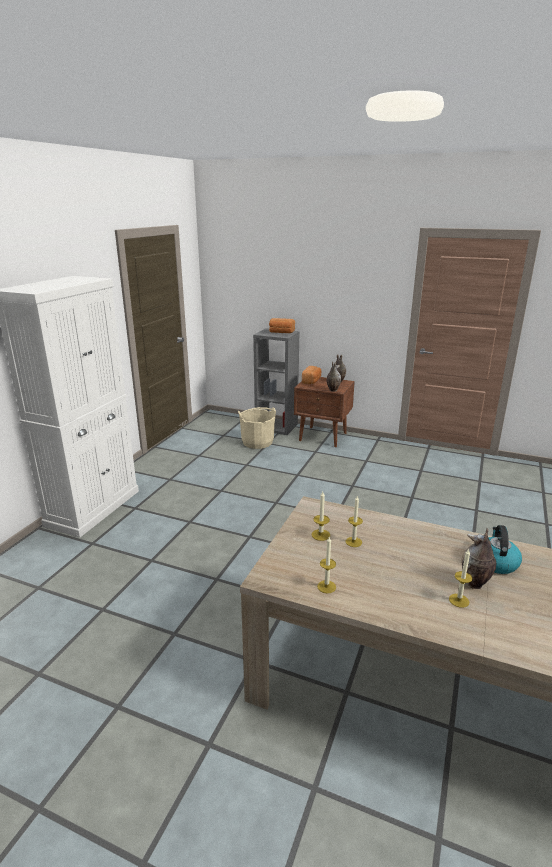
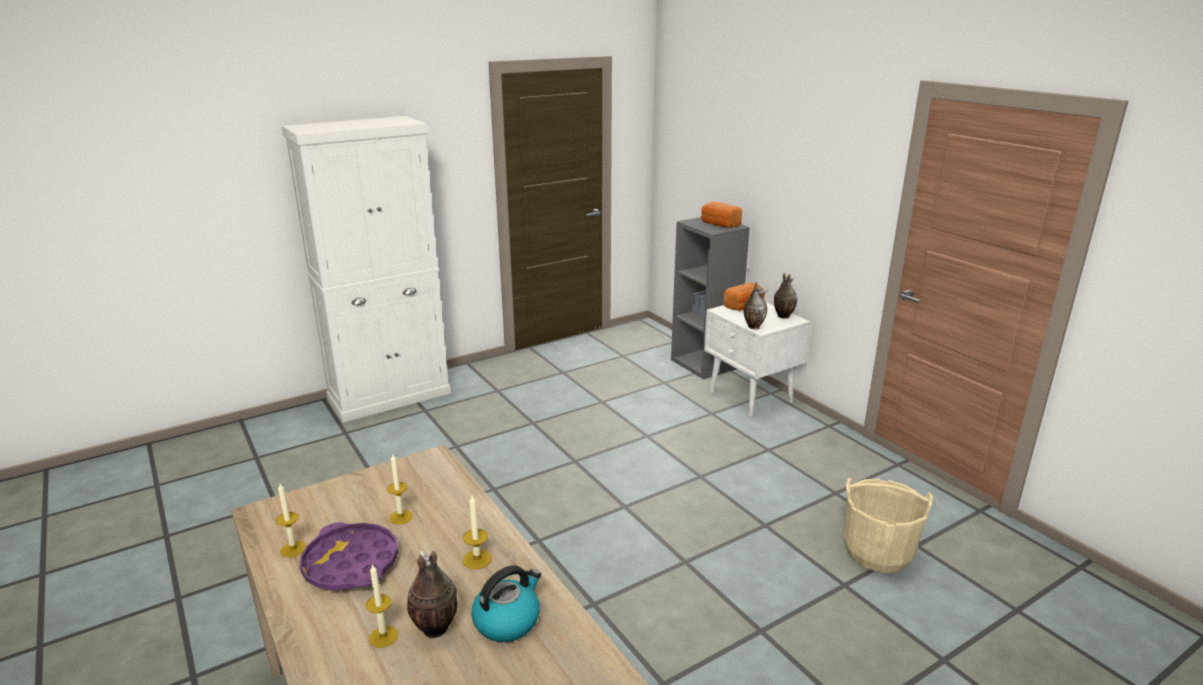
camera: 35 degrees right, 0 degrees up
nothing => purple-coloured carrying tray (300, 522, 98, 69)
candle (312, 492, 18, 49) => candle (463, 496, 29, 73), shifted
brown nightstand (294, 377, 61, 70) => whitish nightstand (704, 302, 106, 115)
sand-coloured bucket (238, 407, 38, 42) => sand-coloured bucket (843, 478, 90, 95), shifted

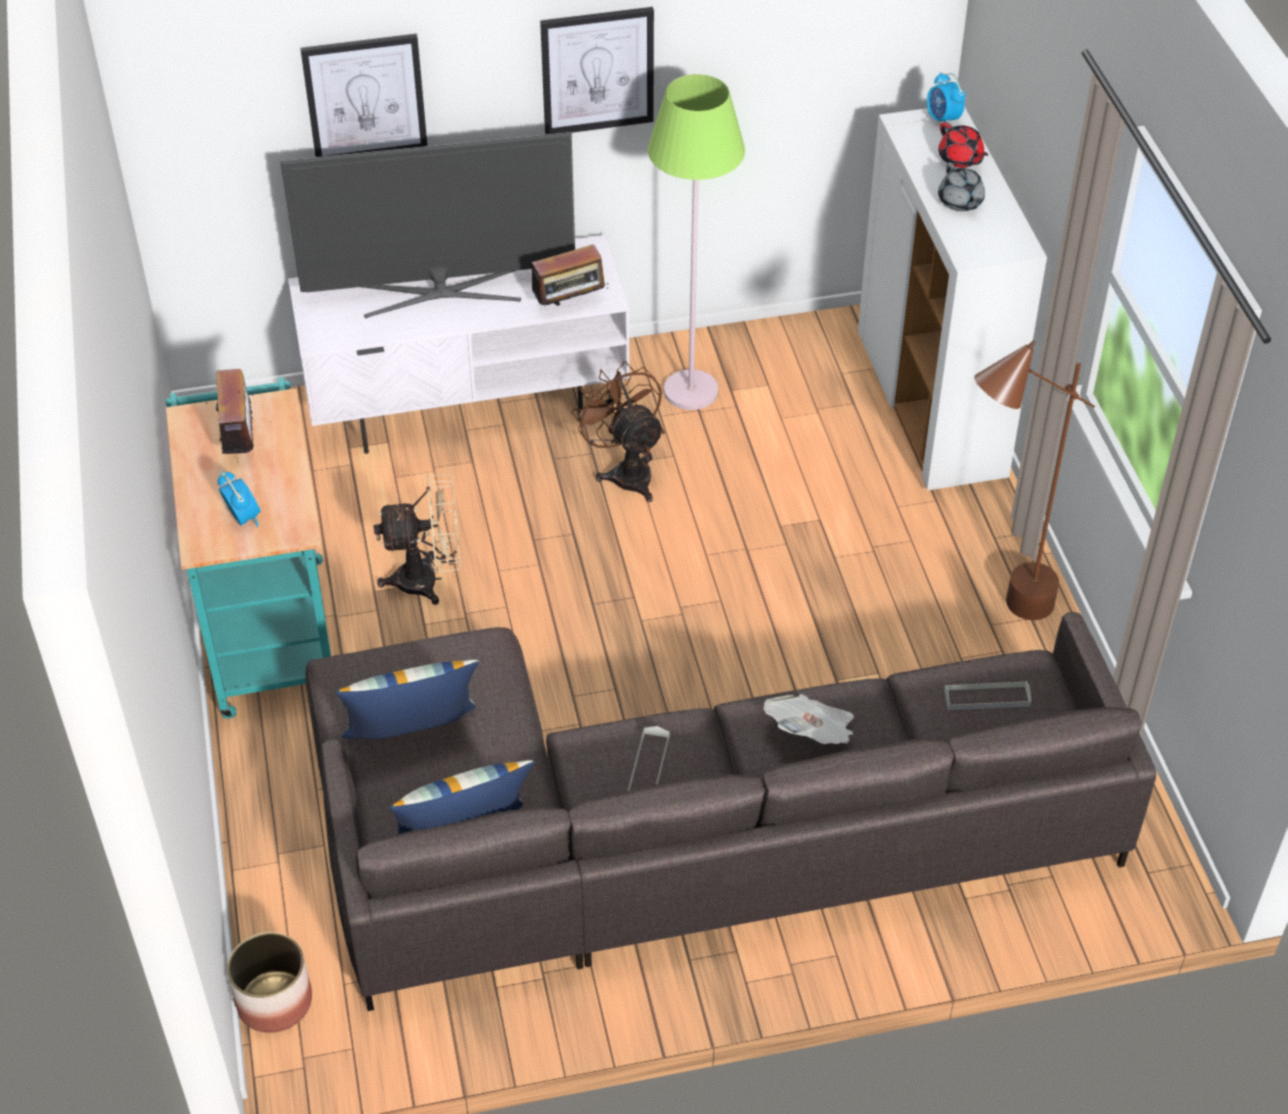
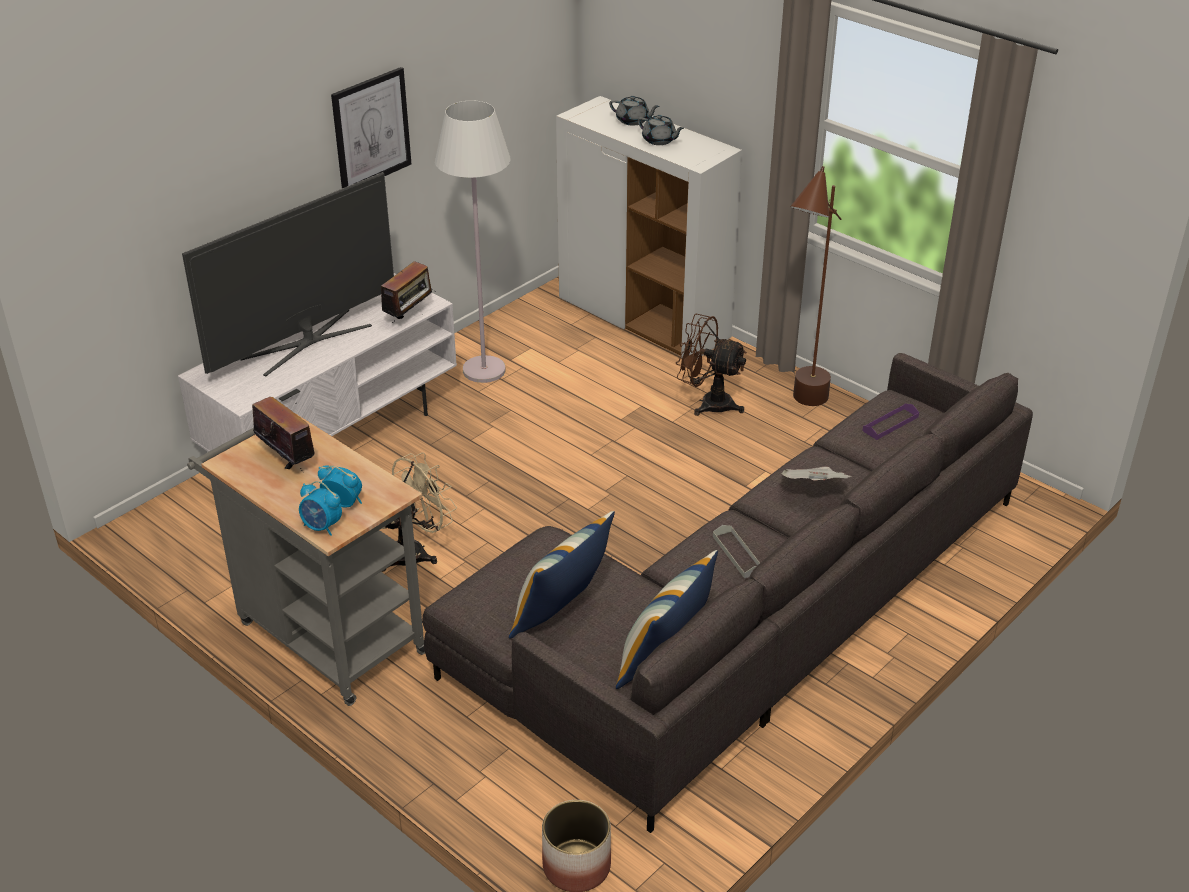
camera: 35 degrees left, 10 degrees down
turquoise-coloured wheeled cart (166, 377, 165, 342) => greyish wheeled cart (187, 413, 238, 293)
bedside clock (927, 72, 39, 57) => bedside clock (299, 481, 43, 55), shifted
greenish standing lamp (648, 74, 97, 336) => whitish standing lamp (435, 100, 75, 283)
red tea pot (938, 122, 50, 46) => greyish tea pot (609, 96, 51, 30)
brown cooling fan (571, 361, 94, 141) => brown cooling fan (676, 314, 71, 102), shifted
greyish carrying tray (944, 681, 88, 29) => purple-coloured carrying tray (862, 404, 57, 36)
wall art (300, 34, 127, 123) => nothing

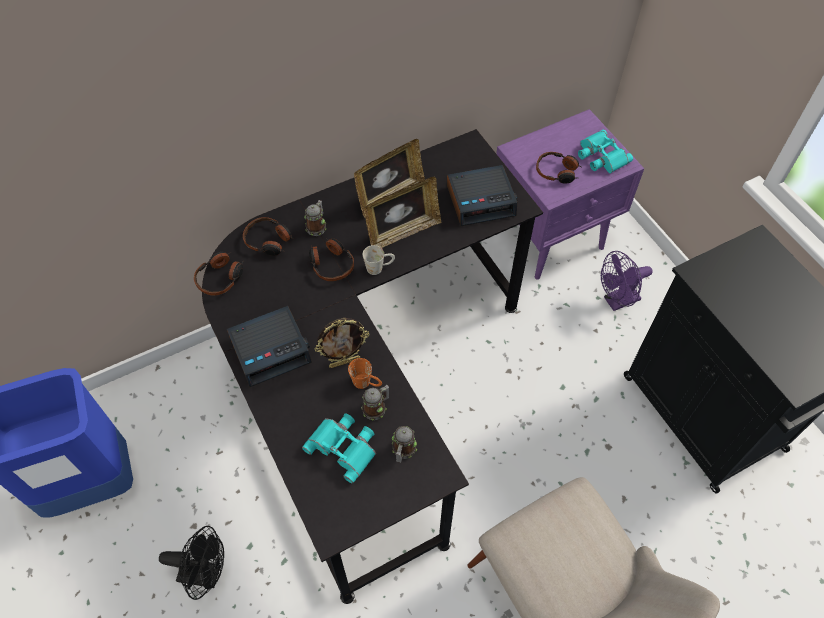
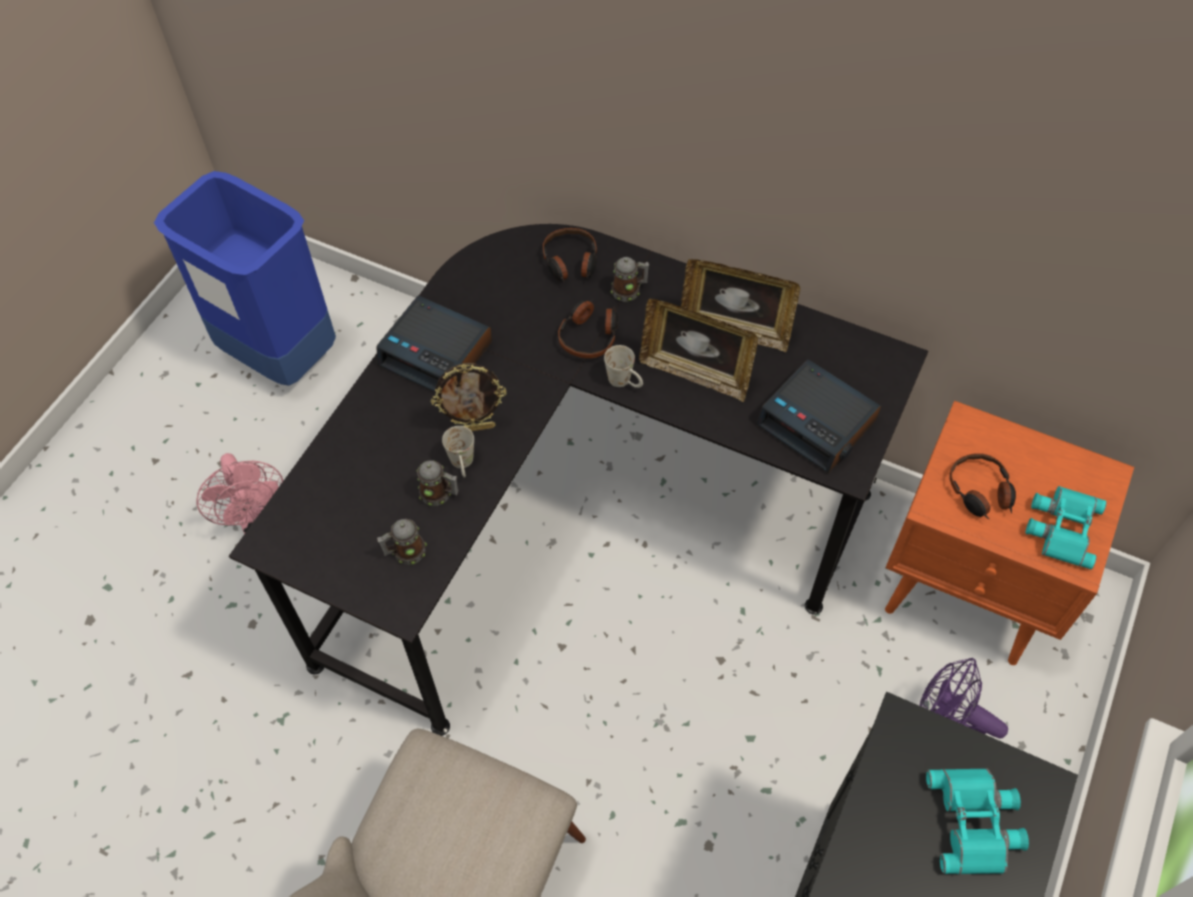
camera: 55 degrees right, 0 degrees up
blackish cooling fan (159, 526, 65, 74) => pink-coloured cooling fan (197, 453, 86, 81)
picture frame (315, 318, 54, 50) => picture frame (431, 363, 76, 68), 45 degrees counterclockwise
orange coffee mug (348, 358, 34, 31) => whitish coffee mug (442, 426, 32, 52)
purple-coloured nightstand (496, 109, 148, 171) => orange nightstand (885, 401, 249, 264)
turquoise-coloured field glasses (302, 414, 74, 70) => turquoise-coloured field glasses (926, 768, 103, 106), shifted
headphones (194, 252, 50, 44) => nothing

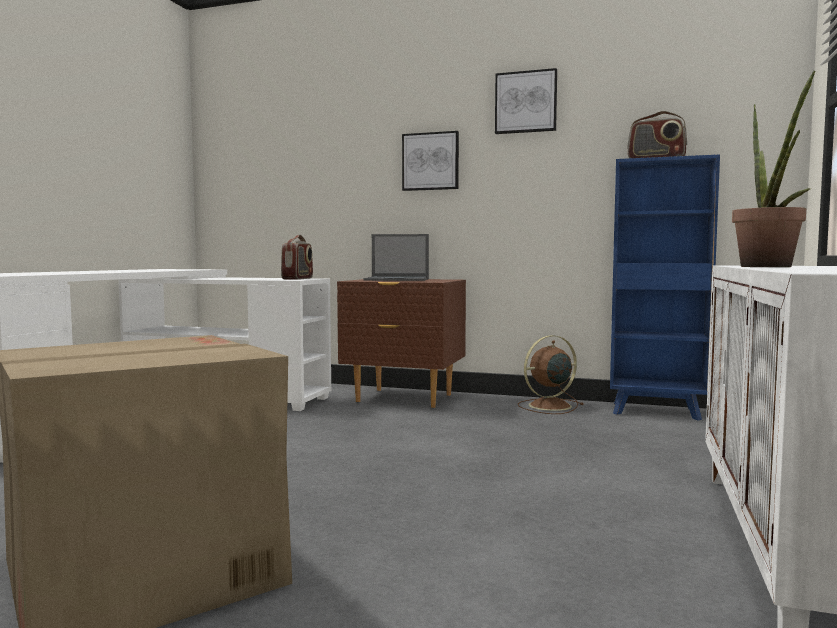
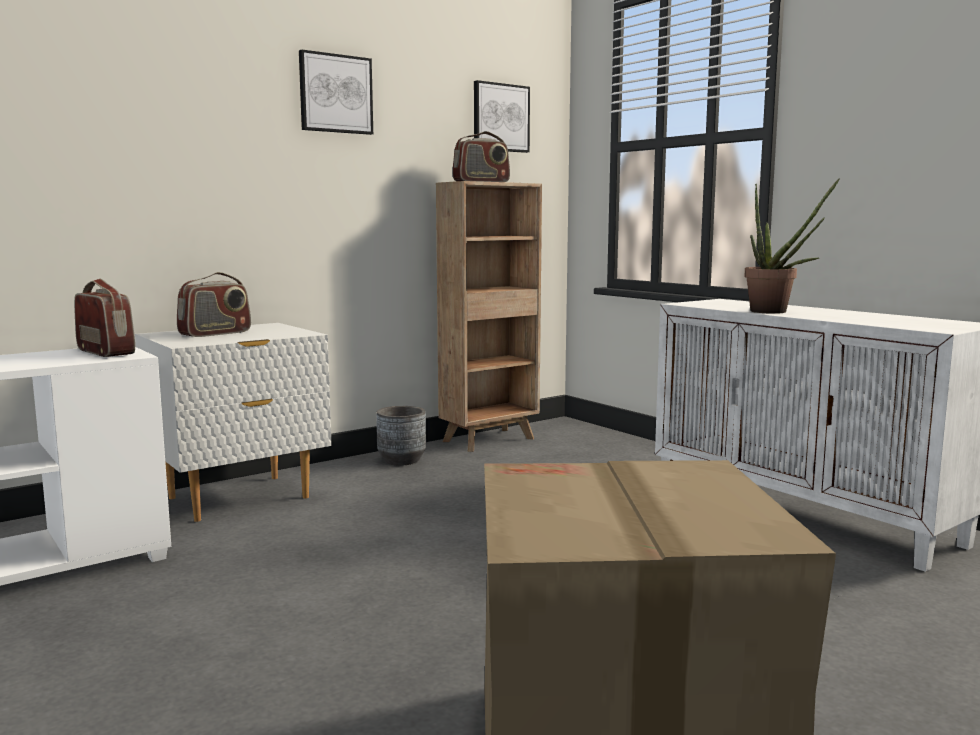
camera: 55 degrees left, 5 degrees up
brown nightstand (337, 279, 129, 129) => whitish nightstand (135, 323, 196, 199)
notebook computer (363, 234, 66, 47) => radio set (177, 272, 74, 65)
brown cooling fan (518, 335, 65, 79) => greyish planter (377, 406, 49, 60)
blue-coloured bookshelf (610, 154, 110, 267) => brown bookshelf (436, 181, 106, 271)
wall art (402, 131, 57, 60) => wall art (474, 80, 56, 73), shifted

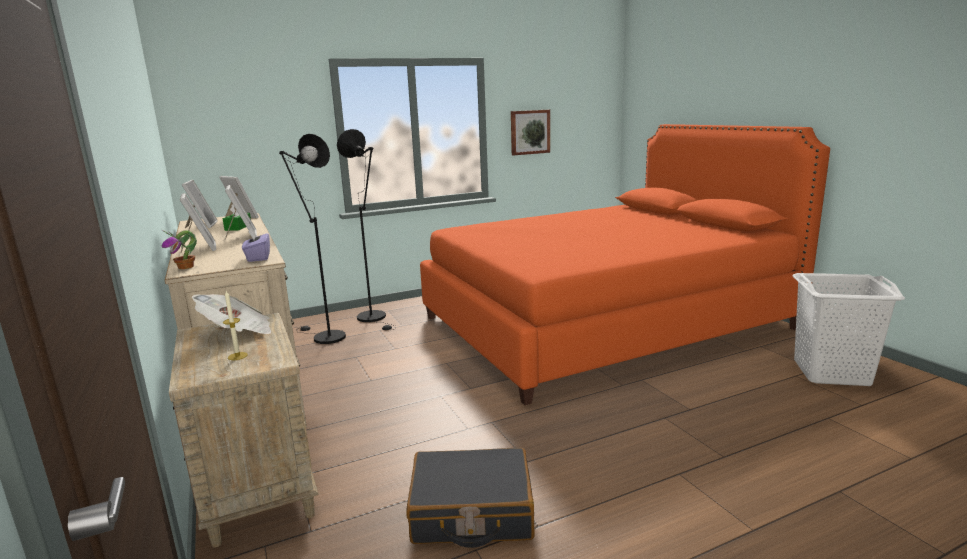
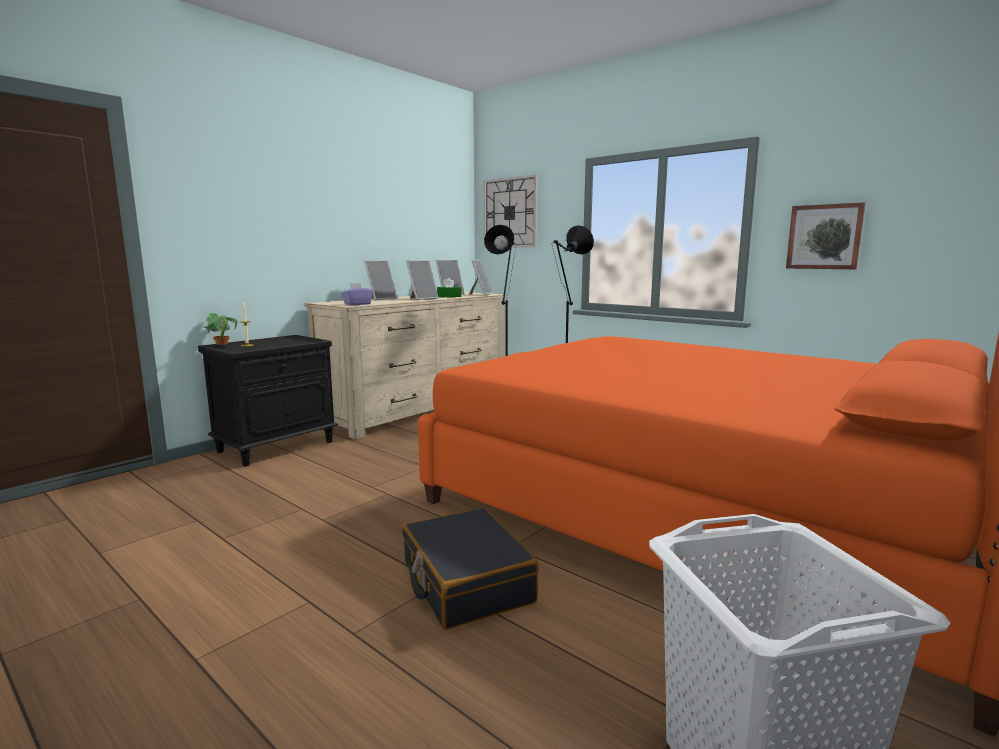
camera: 65 degrees right, 5 degrees down
sand-coloured nightstand (169, 313, 150, 235) => blackish nightstand (198, 335, 140, 131)
houseplant (162, 230, 35, 39) => houseplant (204, 313, 34, 32), shifted
blackish piece of luggage (407, 448, 127, 100) => blackish piece of luggage (403, 508, 136, 121), shifted
nothing => clock on the wall (484, 174, 54, 74)
daily paper (192, 294, 79, 40) => nothing

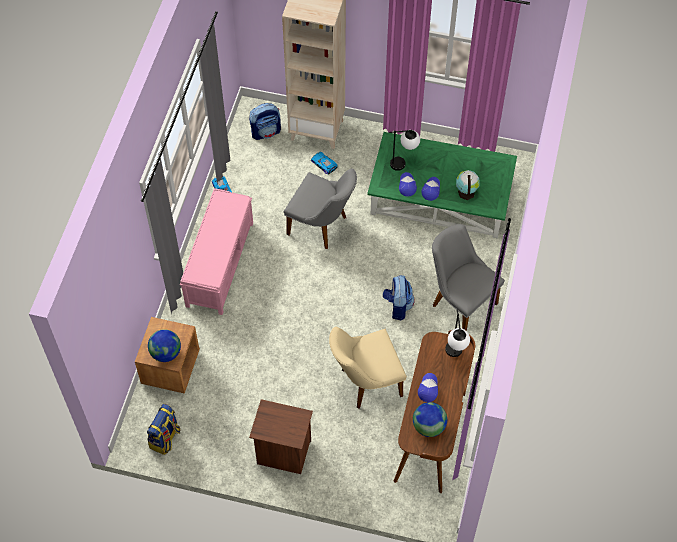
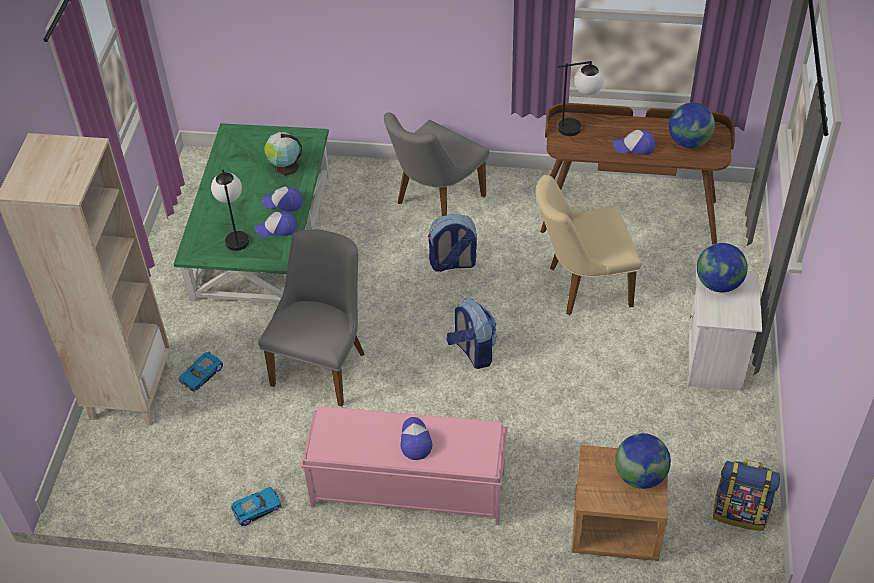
camera: 95 degrees left, 10 degrees down
nothing => peaked cap (401, 417, 31, 43)
rucksack (249, 103, 32, 37) => rucksack (447, 298, 50, 71), shifted
sand-coloured chair (329, 327, 78, 81) => sand-coloured chair (536, 175, 106, 140), 105 degrees clockwise
brown nightstand (249, 399, 64, 75) => whitish nightstand (687, 267, 75, 124)
nothing => desk globe (697, 243, 51, 49)

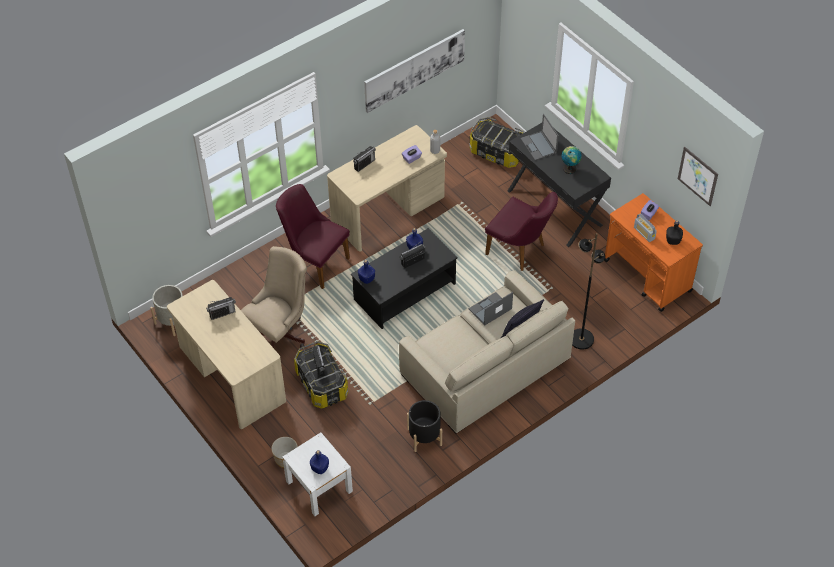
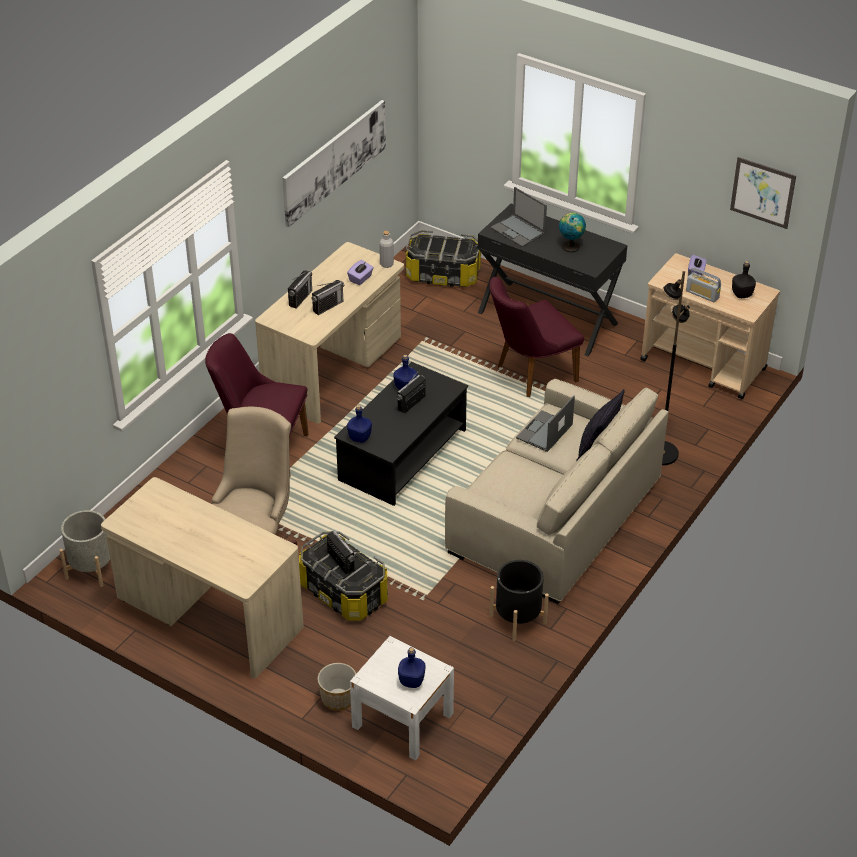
camera: 20 degrees left, 10 degrees down
radio set (206, 297, 30, 23) => radio set (311, 280, 33, 35), shifted
purple-coloured chair (485, 192, 73, 79) => purple-coloured chair (489, 277, 95, 120), 135 degrees clockwise
orange wheeled cart (604, 193, 99, 119) => sand-coloured wheeled cart (640, 253, 140, 146)

